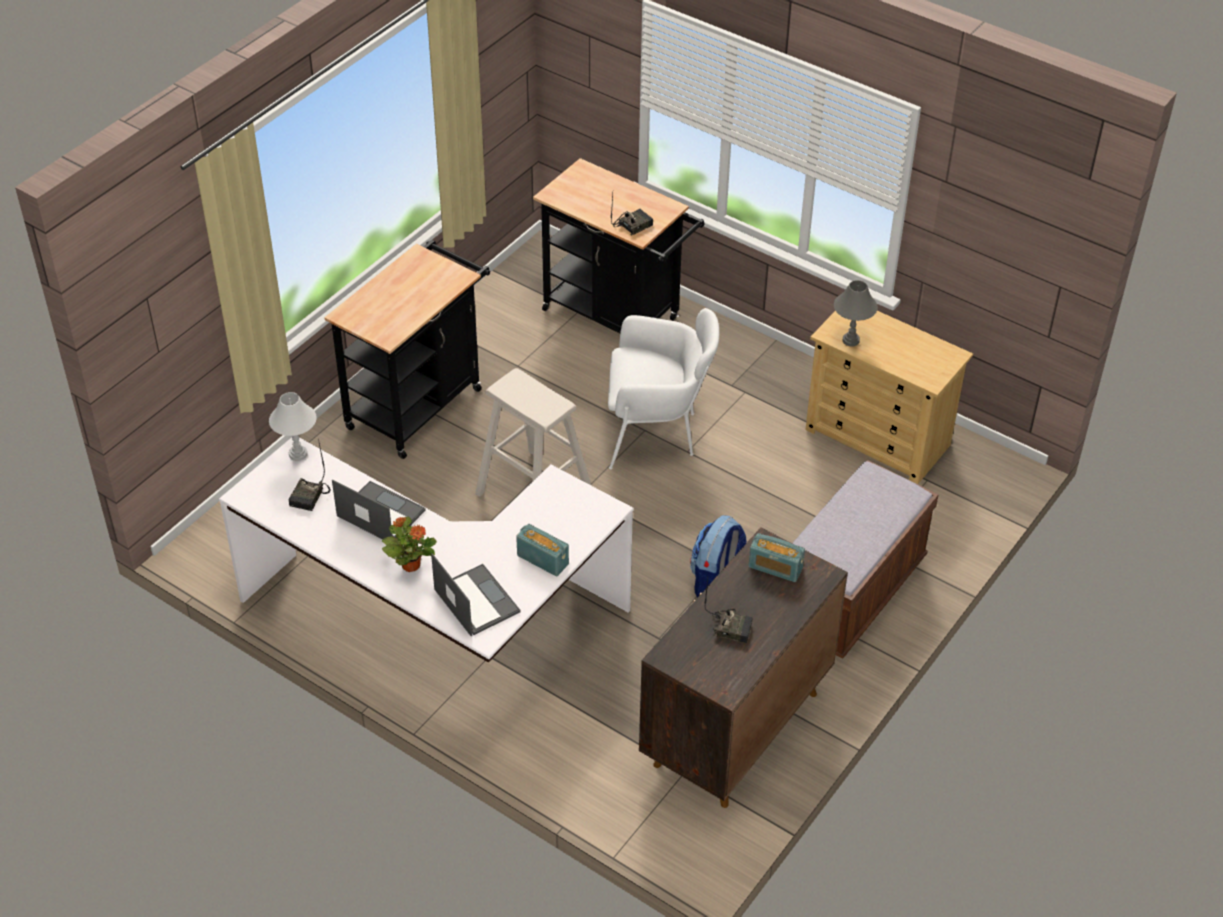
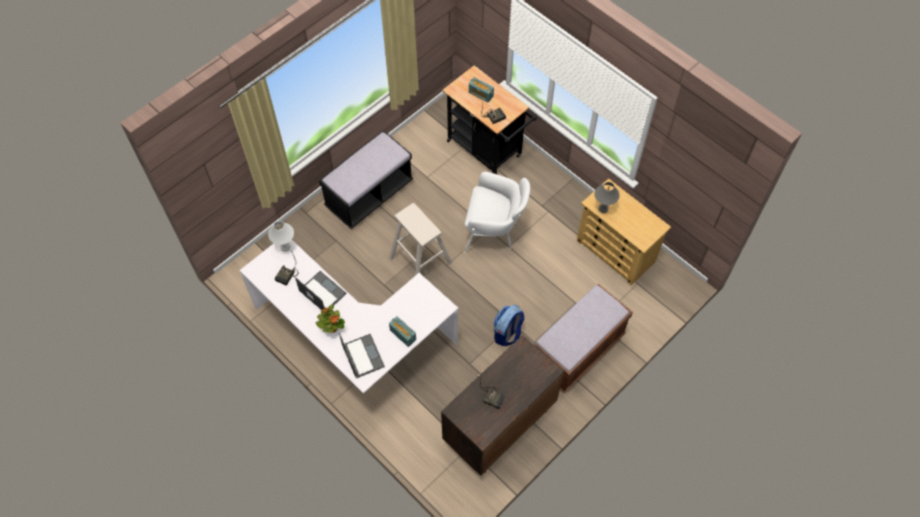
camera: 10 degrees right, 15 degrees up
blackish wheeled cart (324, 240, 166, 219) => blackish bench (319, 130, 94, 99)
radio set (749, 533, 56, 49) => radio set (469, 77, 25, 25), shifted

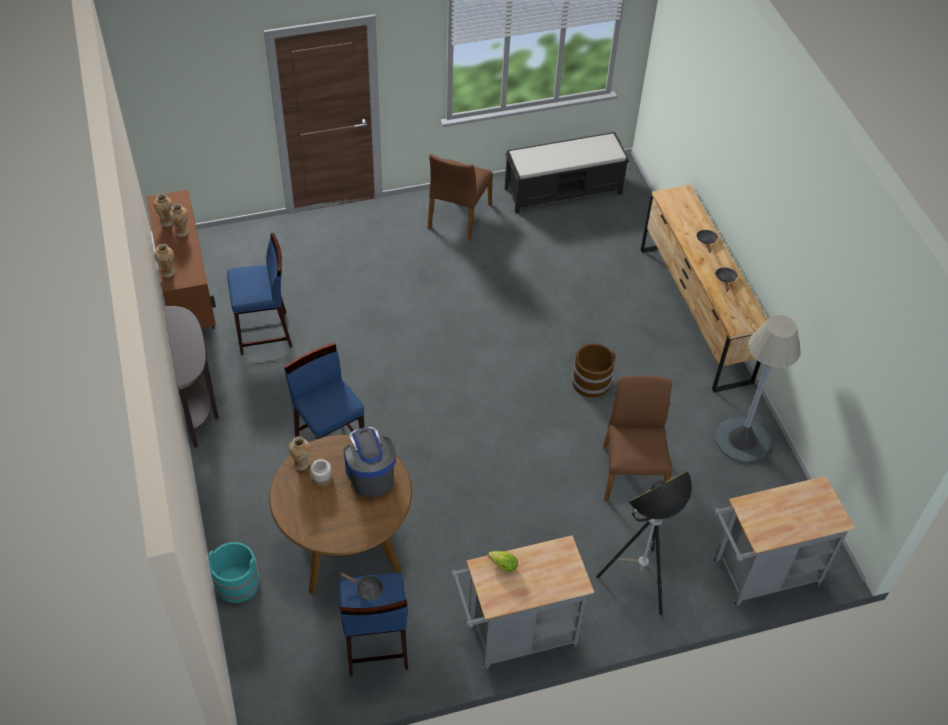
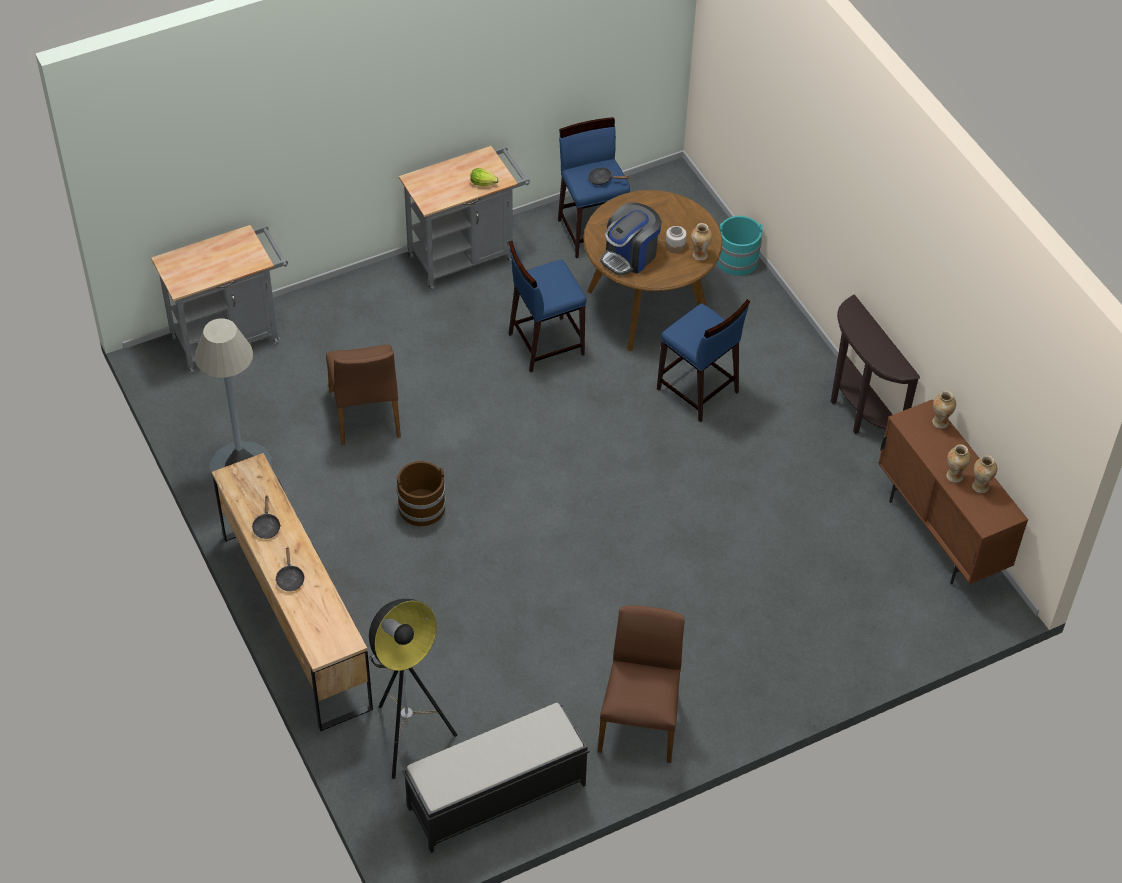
camera: 170 degrees right, 0 degrees up
standing lamp (596, 471, 96, 144) => standing lamp (369, 599, 88, 180), shifted
blue-coloured stool (227, 233, 65, 122) => blue-coloured stool (509, 241, 78, 132), shifted
coffee machine (344, 427, 52, 70) => coffee machine (600, 202, 62, 74), 75 degrees clockwise

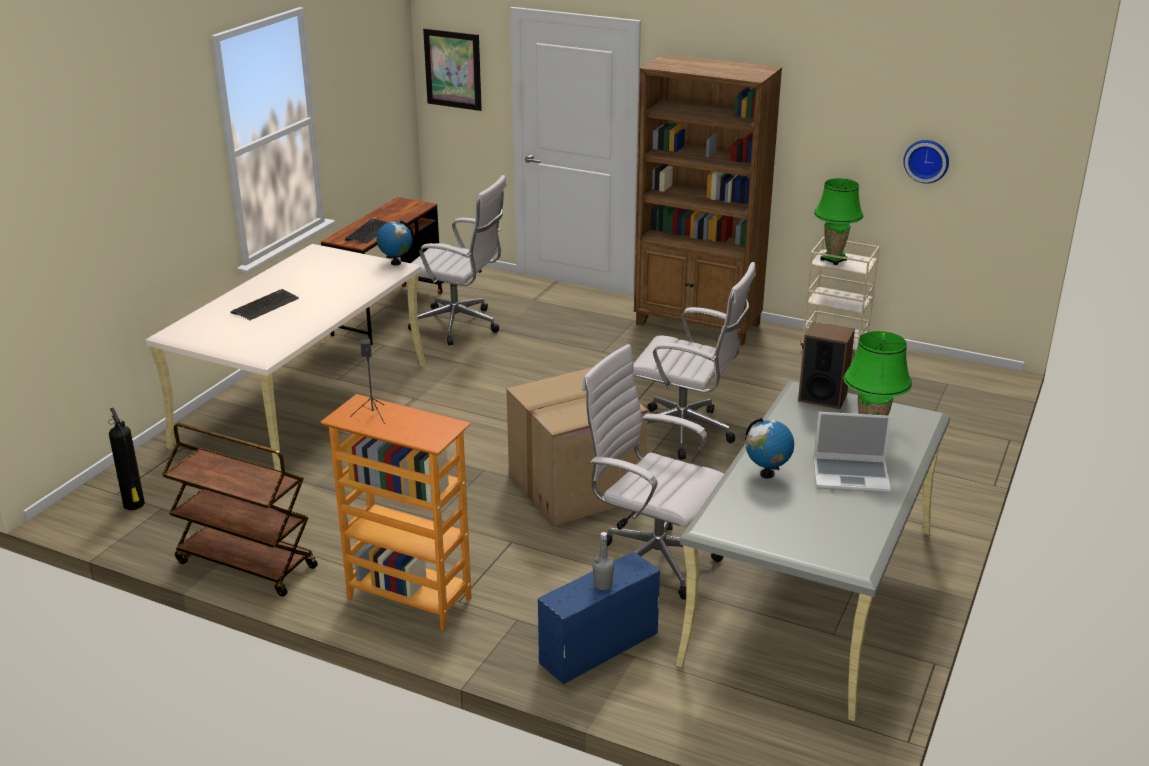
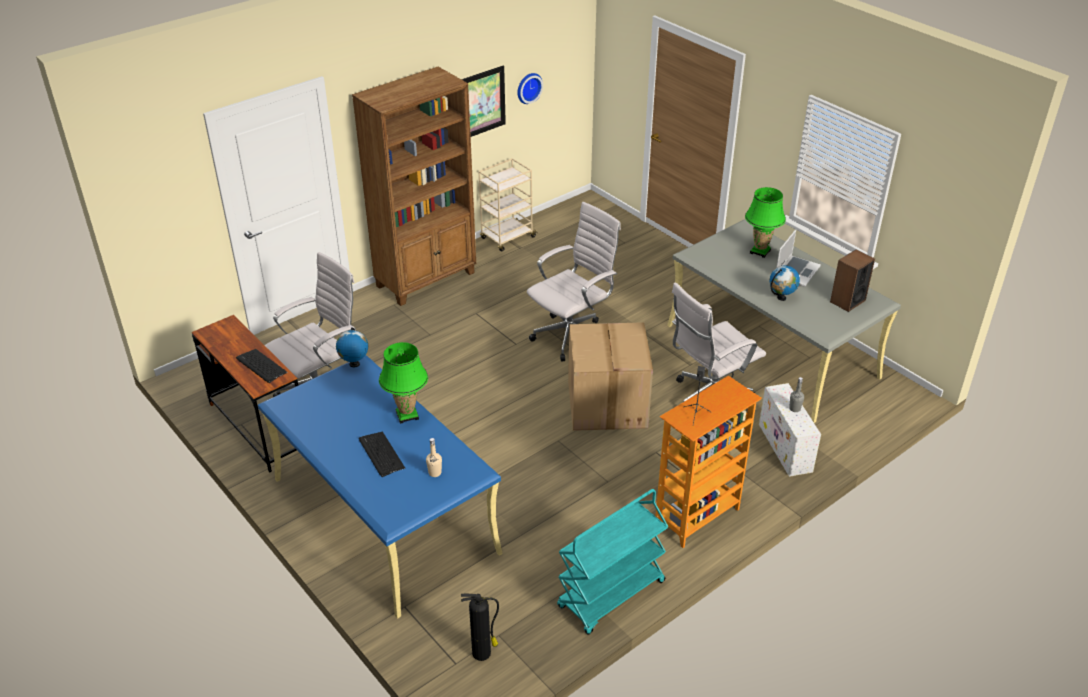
camera: 65 degrees left, 10 degrees up
sand-coloured desk unit (146, 244, 280, 227) => blue-coloured desk unit (258, 355, 245, 264)
greenish table lamp (814, 178, 49, 87) => greenish table lamp (379, 342, 49, 82), shifted
nothing => sand-coloured drink bottle (426, 438, 16, 39)
wall art (423, 28, 59, 83) => wall art (461, 66, 45, 71), shifted
brown wheeled cart (162, 423, 156, 174) => turquoise-coloured wheeled cart (557, 489, 111, 146)
blue-coloured storage bin (538, 552, 122, 133) => whitish storage bin (759, 383, 62, 94)
audio speaker (798, 322, 57, 87) => audio speaker (830, 249, 45, 63), shifted

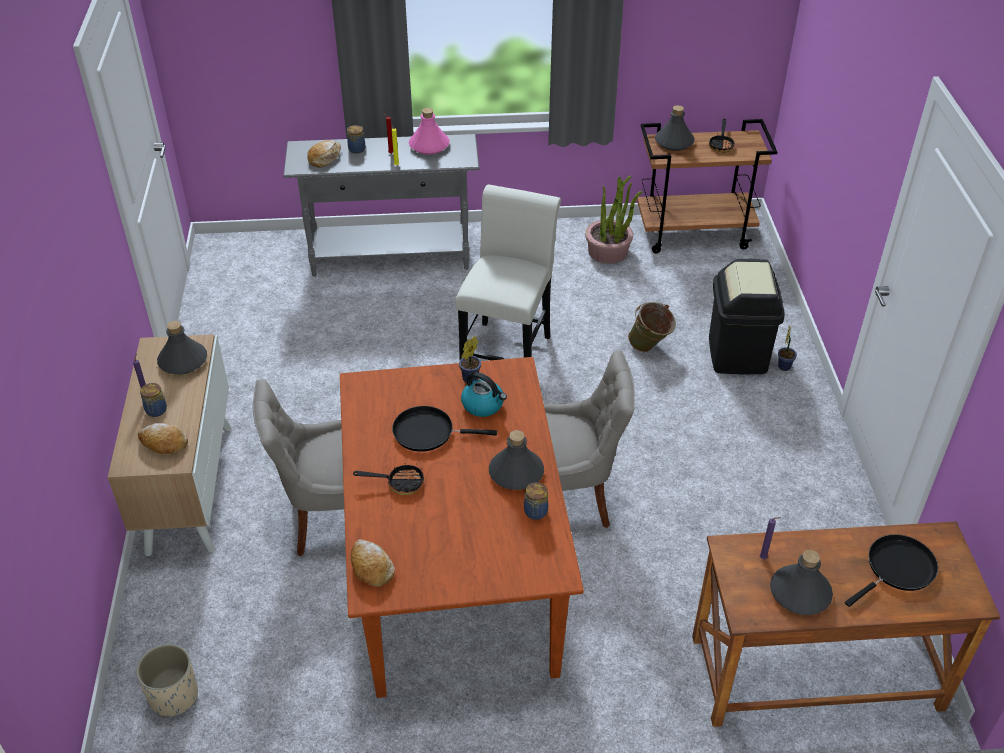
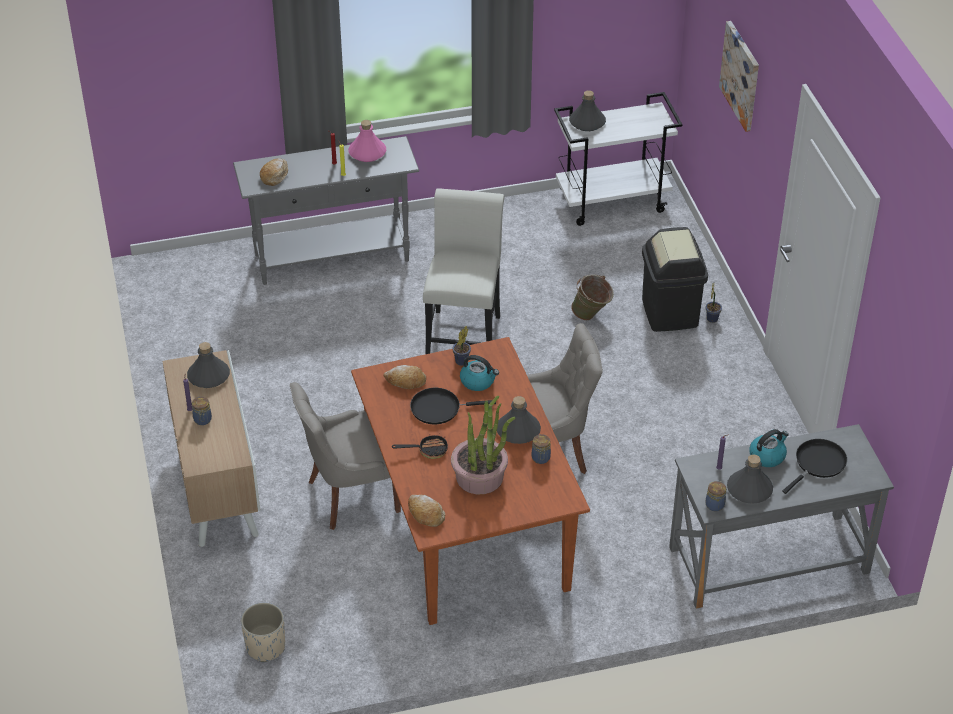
camera: 10 degrees left, 0 degrees up
bread (138, 423, 50, 31) => bread (384, 365, 42, 24), shifted
houseplant (585, 176, 57, 88) => houseplant (451, 396, 64, 98), shifted
brown wheeled cart (637, 119, 140, 134) => whitish wheeled cart (554, 92, 128, 134)
brown desk unit (692, 521, 308, 206) => greyish desk unit (669, 424, 225, 185)
storage jar (347, 125, 19, 29) => storage jar (705, 481, 21, 30), shifted
nothing => wall art (719, 21, 40, 111)
nothing => water kettle (749, 429, 40, 38)
pan (709, 119, 26, 34) => nothing

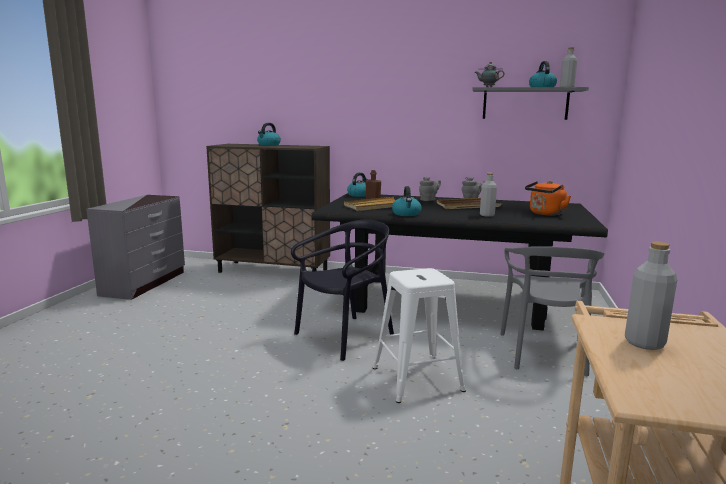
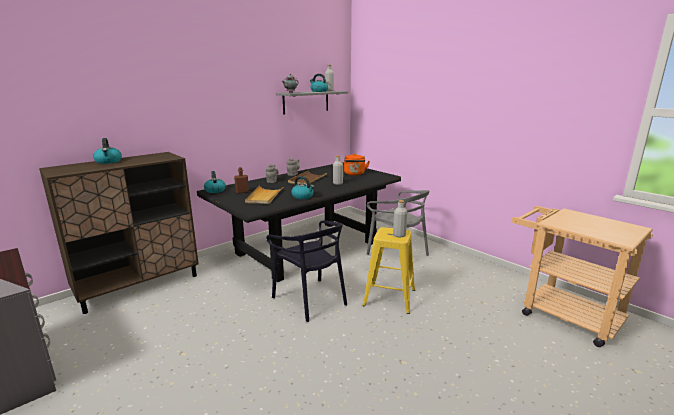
camera: 55 degrees left, 5 degrees up
blackish chair (291, 220, 103, 141) => blackish chair (266, 221, 81, 101), 150 degrees clockwise
whitish stool (373, 268, 93, 135) => yellowish stool (362, 227, 53, 87)
greyish drink bottle (625, 242, 52, 108) => greyish drink bottle (393, 200, 14, 37), shifted

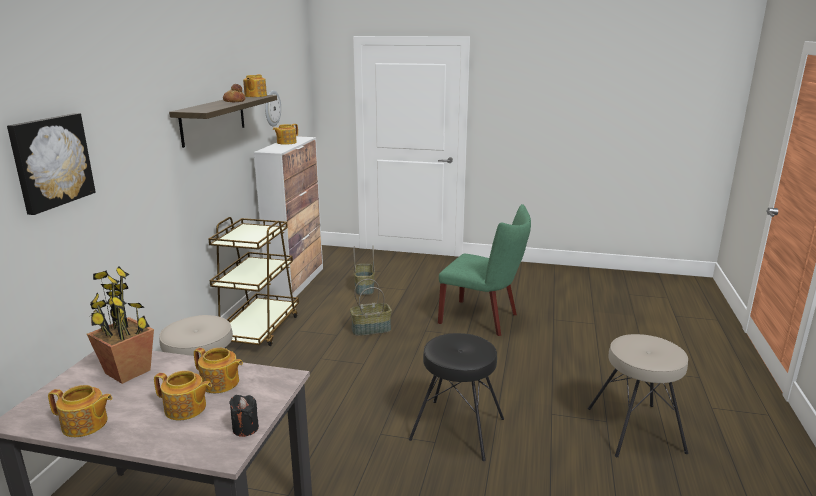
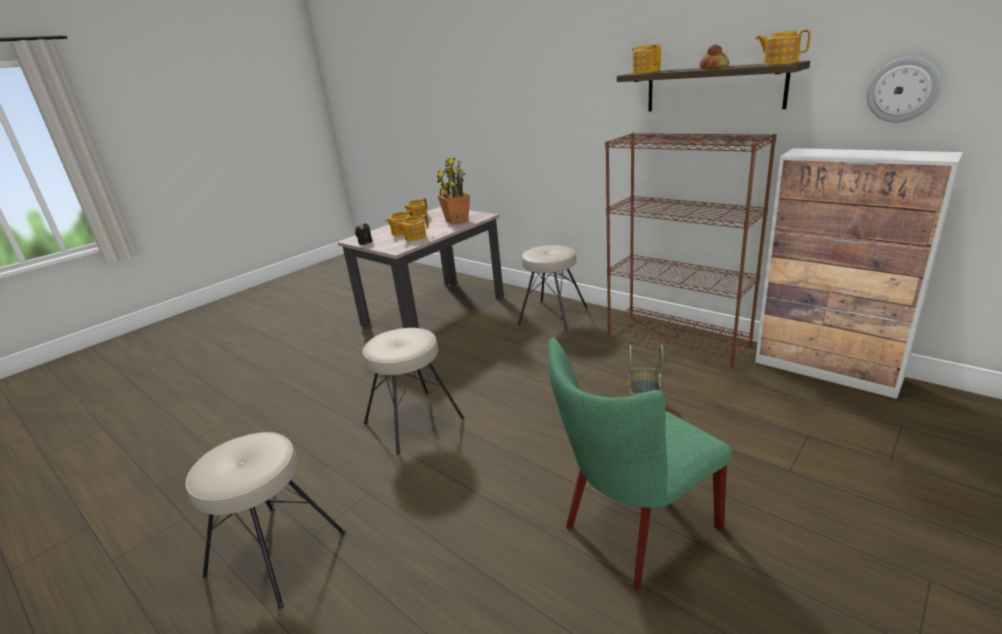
camera: 120 degrees right, 5 degrees up
blackish stool (409, 333, 95, 128) => sand-coloured stool (362, 328, 102, 127)
brown wheeled cart (208, 217, 91, 129) => brown bookshelf (605, 133, 172, 235)
tea pot (273, 124, 25, 21) => tea pot (632, 44, 29, 30), shifted
wall art (7, 113, 89, 102) => nothing
household basket (354, 246, 21, 49) => nothing

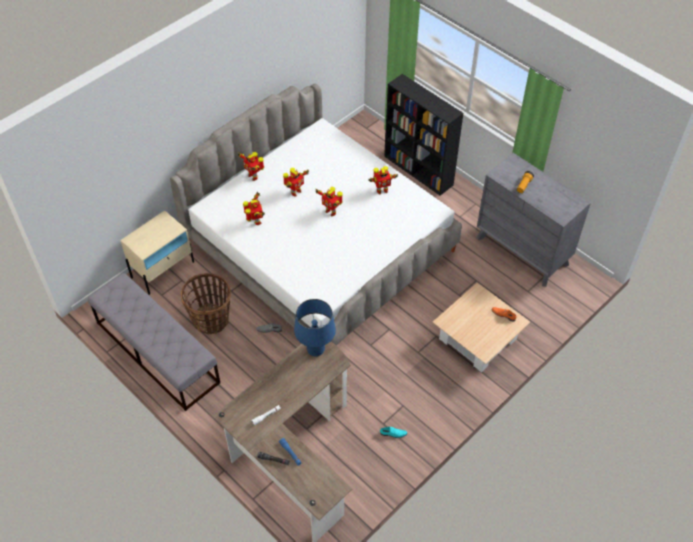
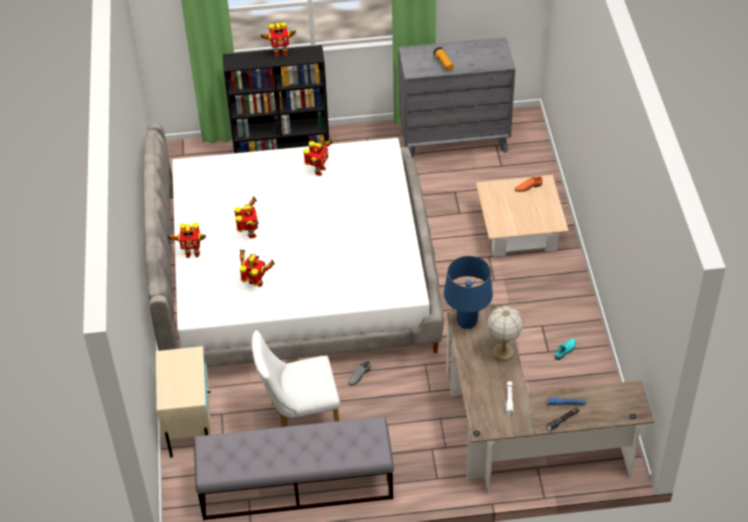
camera: 50 degrees left, 5 degrees down
household basket (181, 273, 50, 61) => whitish chair (251, 330, 89, 97)
robot figure (316, 187, 27, 29) => robot figure (260, 22, 36, 35), shifted
nothing => table lamp (487, 306, 37, 55)

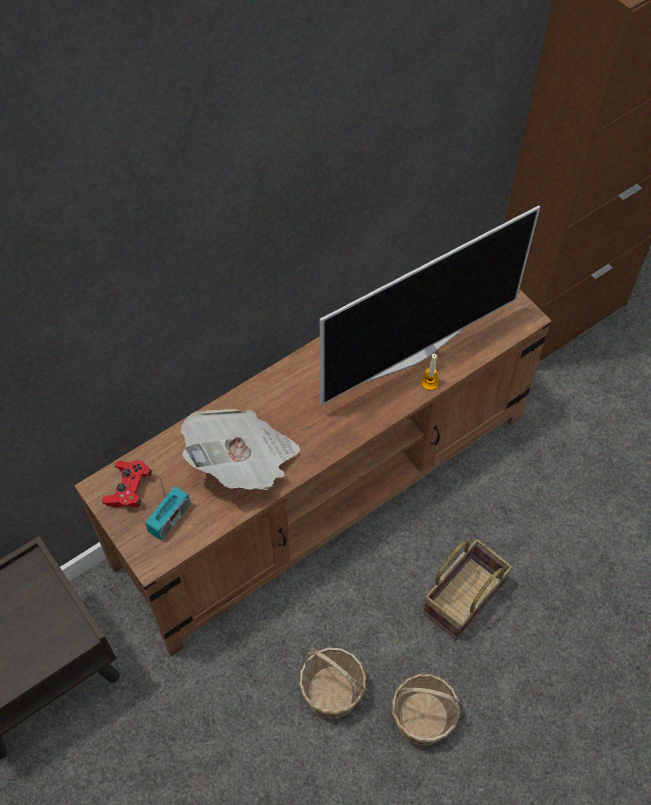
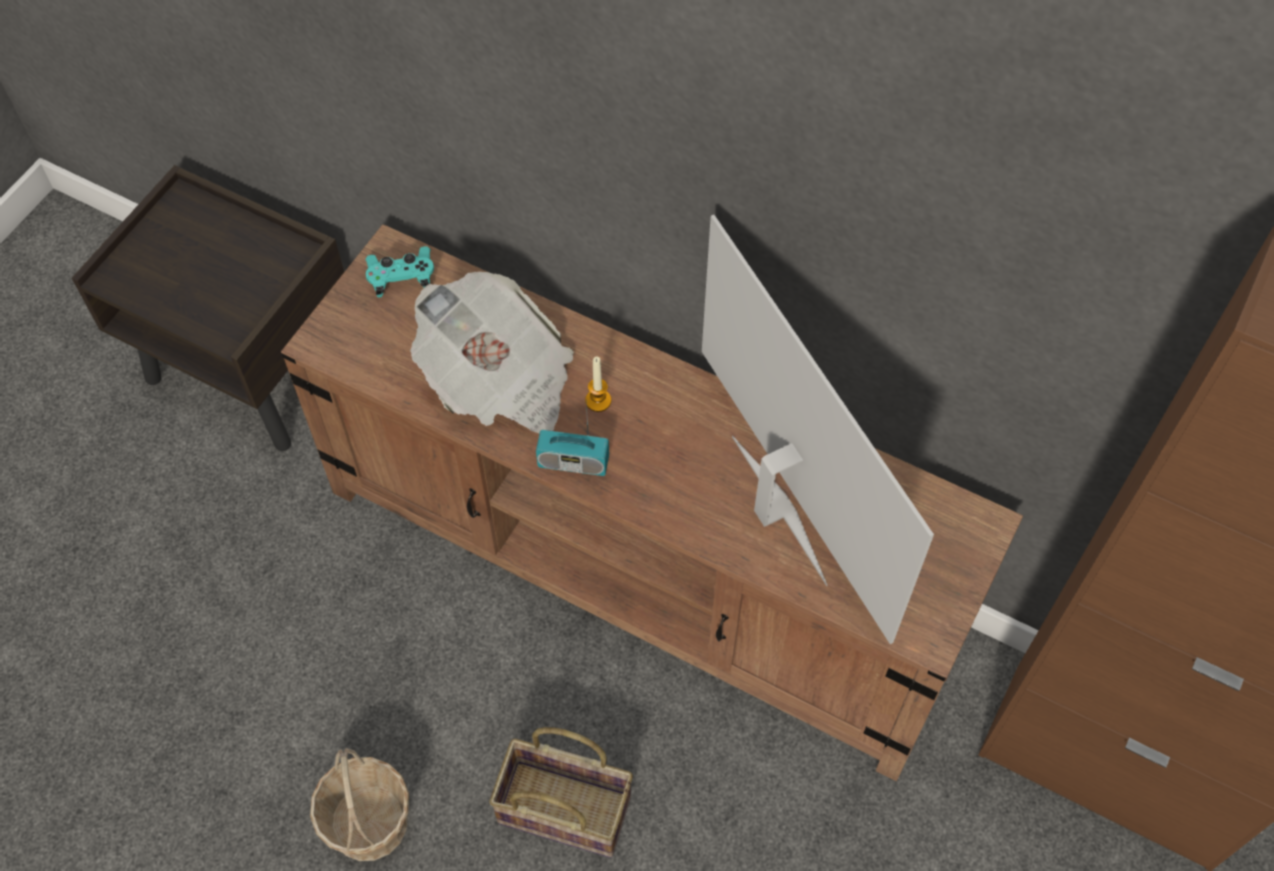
camera: 65 degrees right, 0 degrees up
red game controller (102, 460, 50, 48) => turquoise-coloured game controller (365, 246, 69, 52)
radio set (145, 479, 46, 62) => radio set (536, 402, 73, 74), shifted
candle (421, 354, 18, 36) => candle (585, 356, 26, 56), shifted
television (320, 205, 220, 201) => television (702, 215, 232, 429), 150 degrees counterclockwise
household basket (299, 648, 67, 71) => nothing

